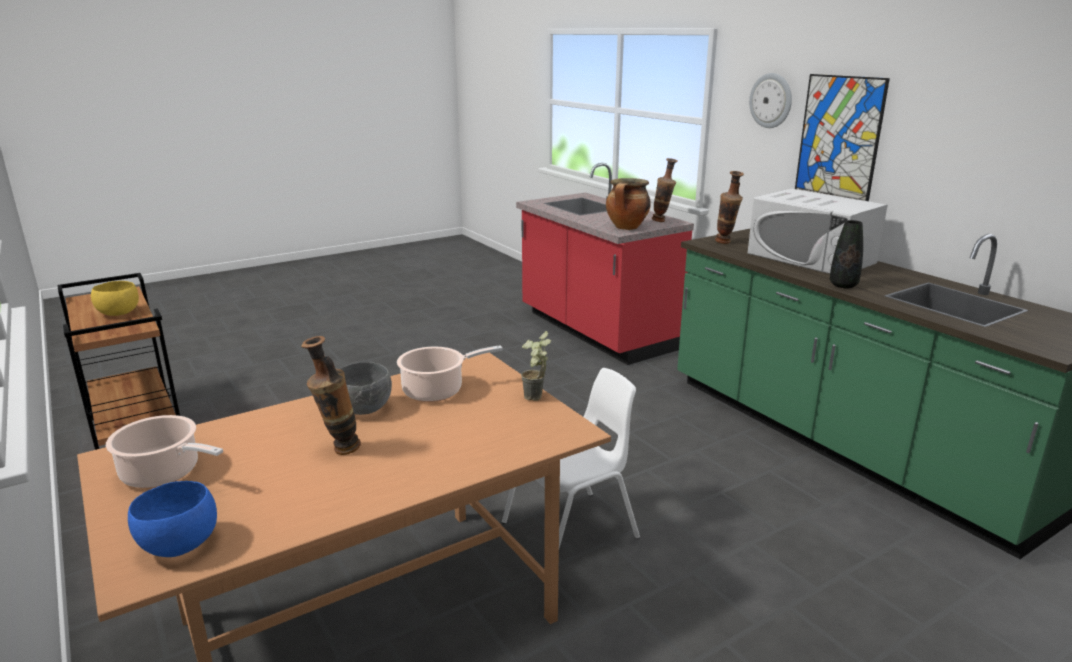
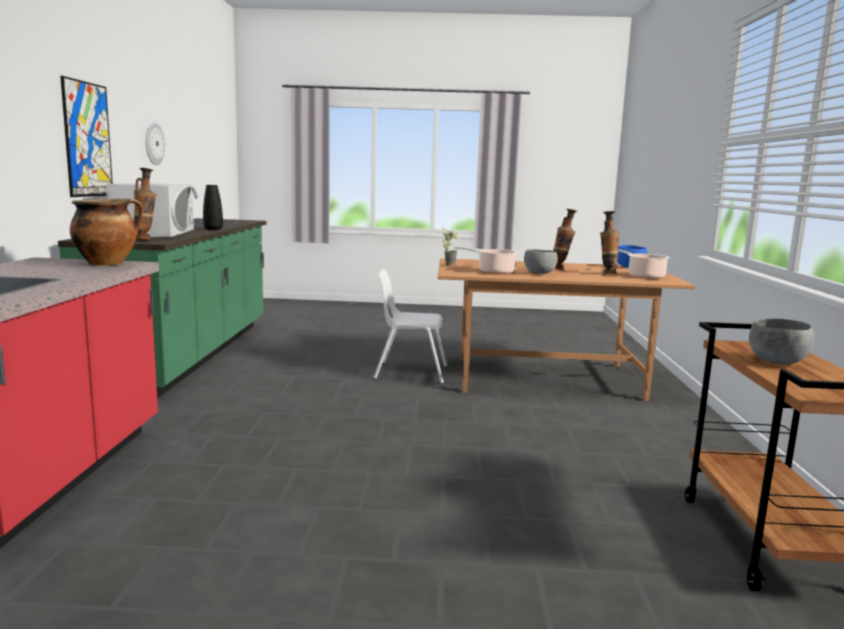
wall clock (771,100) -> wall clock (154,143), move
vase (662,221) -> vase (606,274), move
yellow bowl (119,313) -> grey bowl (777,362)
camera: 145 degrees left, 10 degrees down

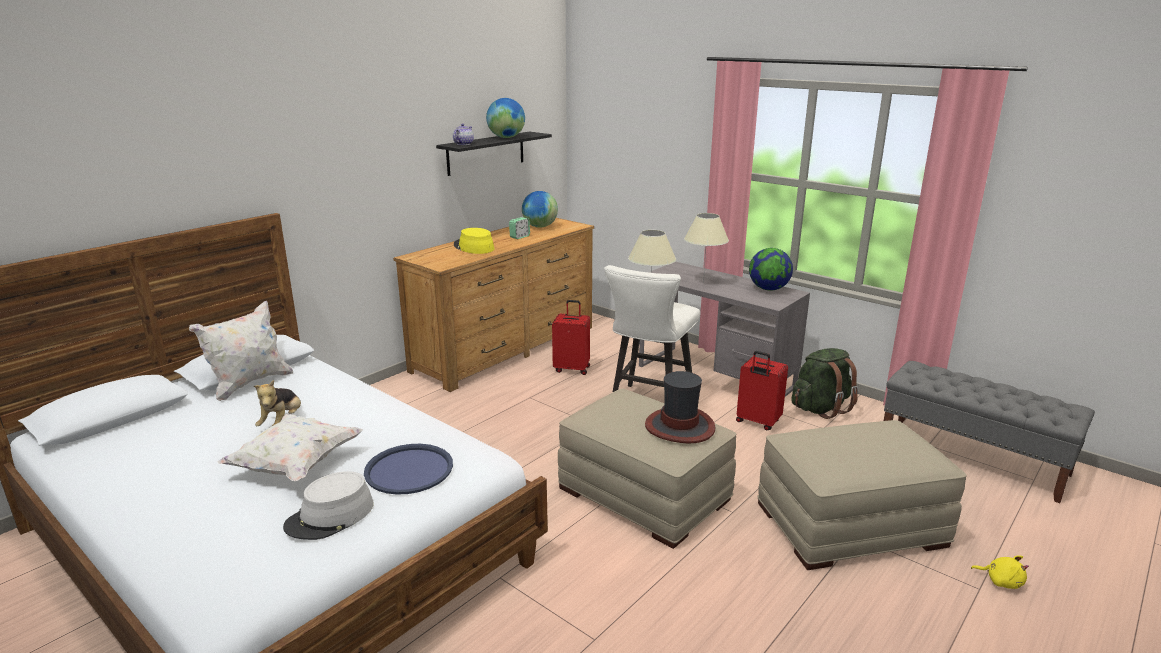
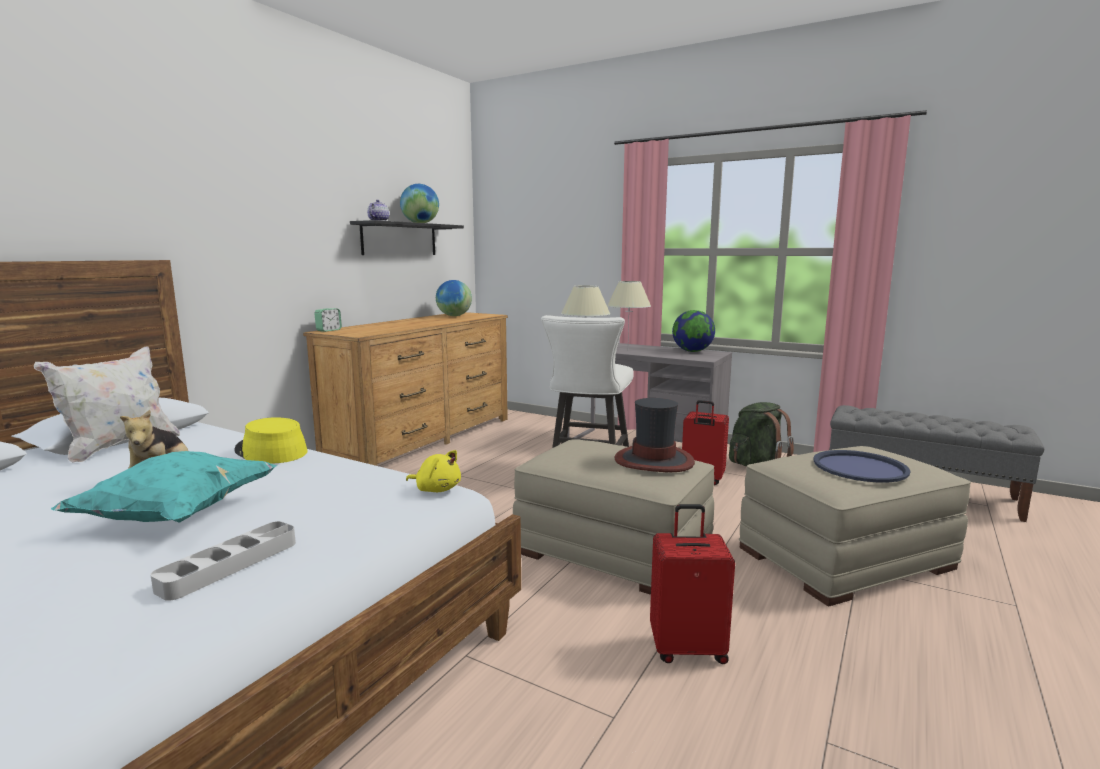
white pillow (296,465) -> turquoise pillow (177,516)
grey hat (330,516) -> grey tray (230,565)
yellow hat (473,247) -> yellow hat (270,451), move
alarm clock (519,237) -> alarm clock (329,330), move
yellow plush toy (1001,581) -> yellow plush toy (436,489), move
red suitcase (572,369) -> red suitcase (687,648), move
blue tray (409,470) -> blue tray (859,467), move
camera: 10 degrees left, 10 degrees down

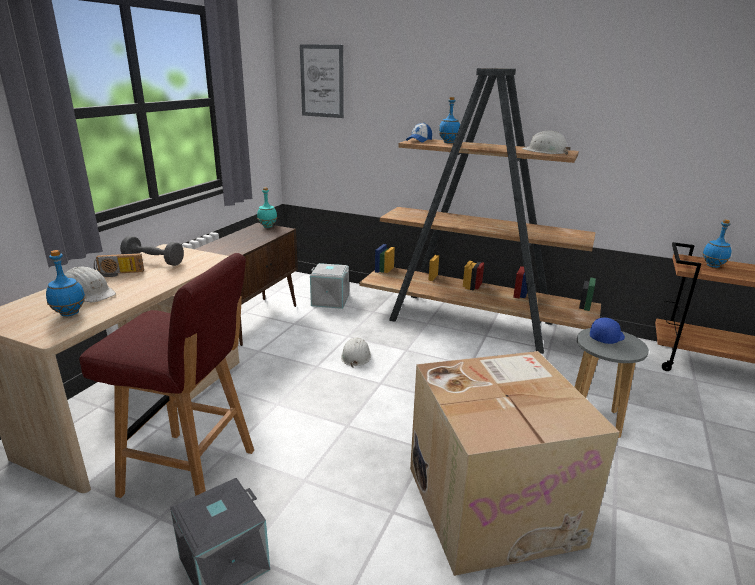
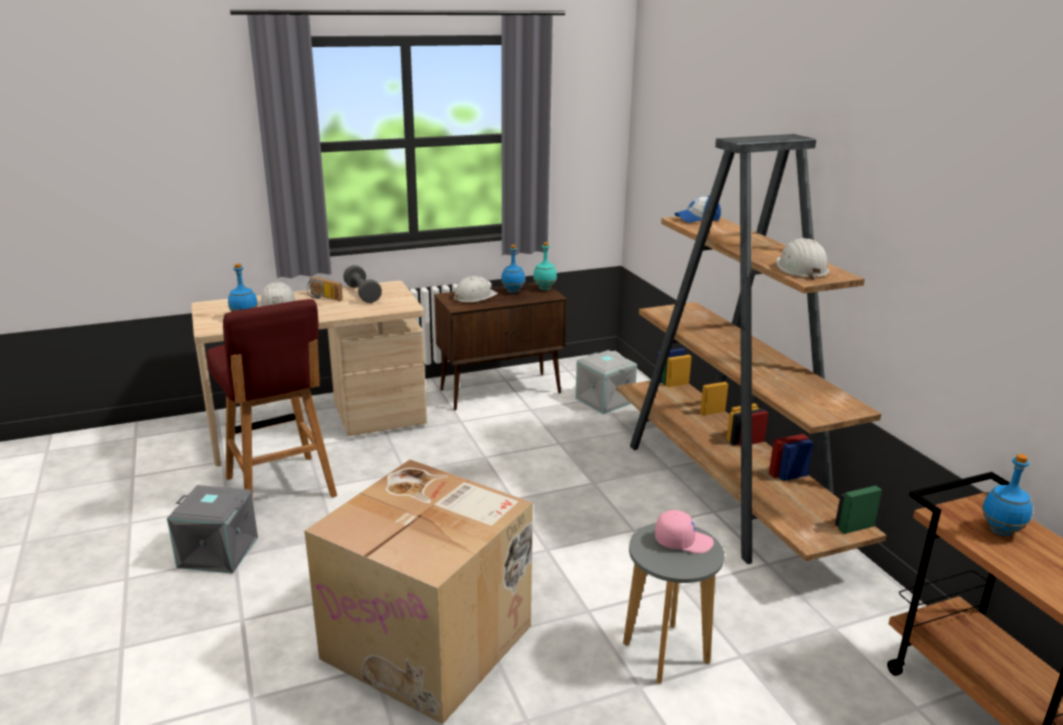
white hard hat (356,356) -> white hard hat (474,297), move
blue bottle (448,142) -> blue bottle (513,291), move
blue cap (606,337) -> pink cap (683,541)
picture (322,81) -> none
camera: 45 degrees right, 0 degrees up

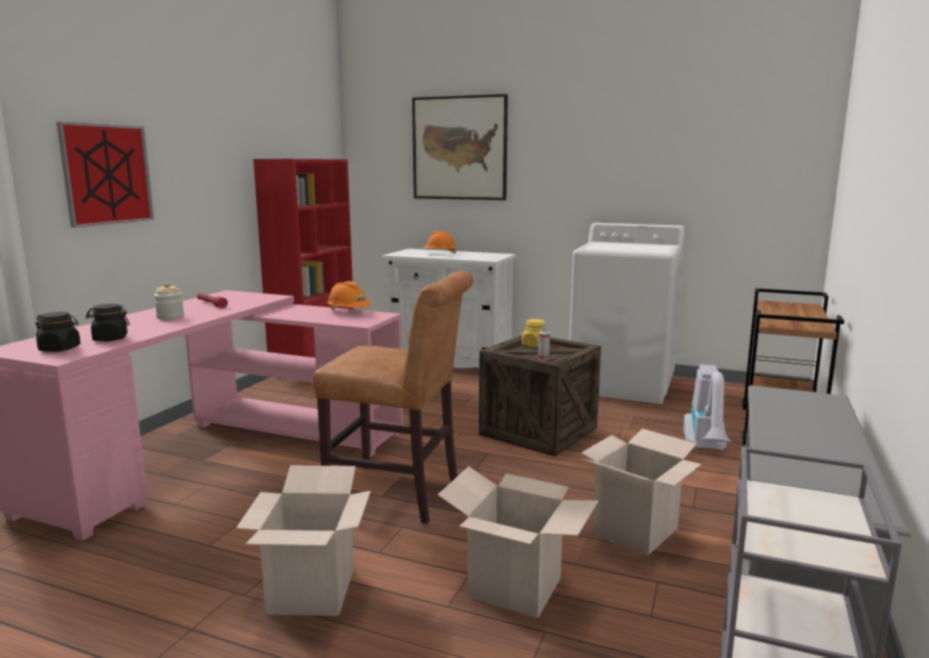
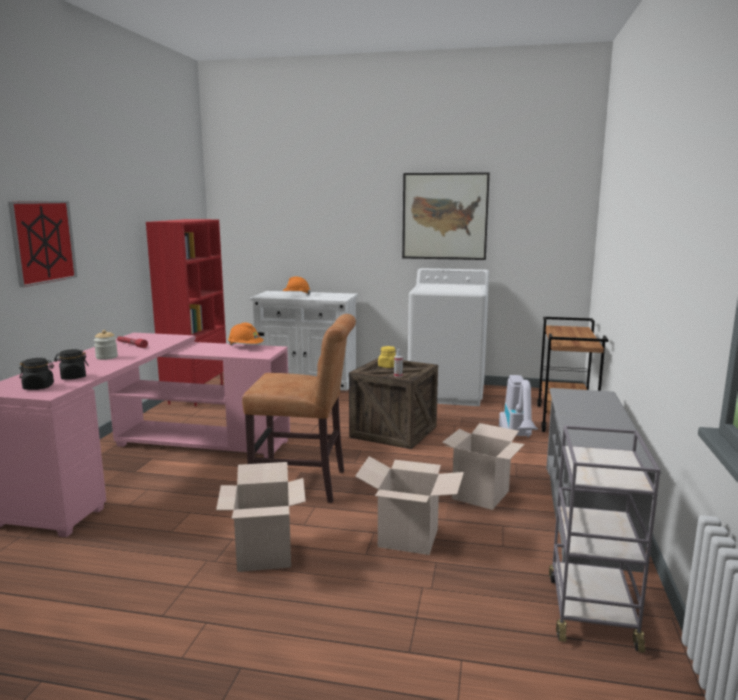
picture (459,148) -> picture (445,216), move
camera: 10 degrees left, 0 degrees up

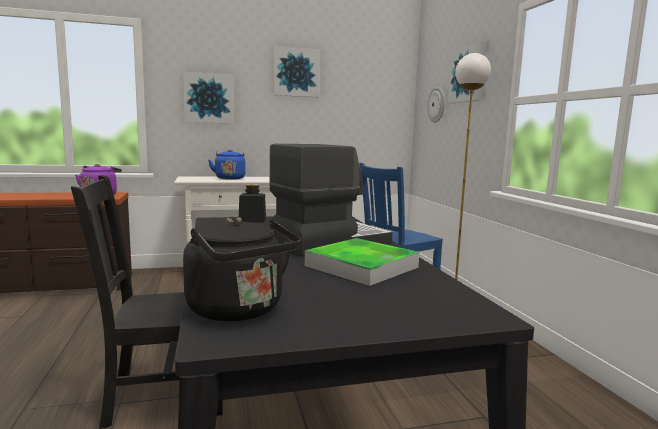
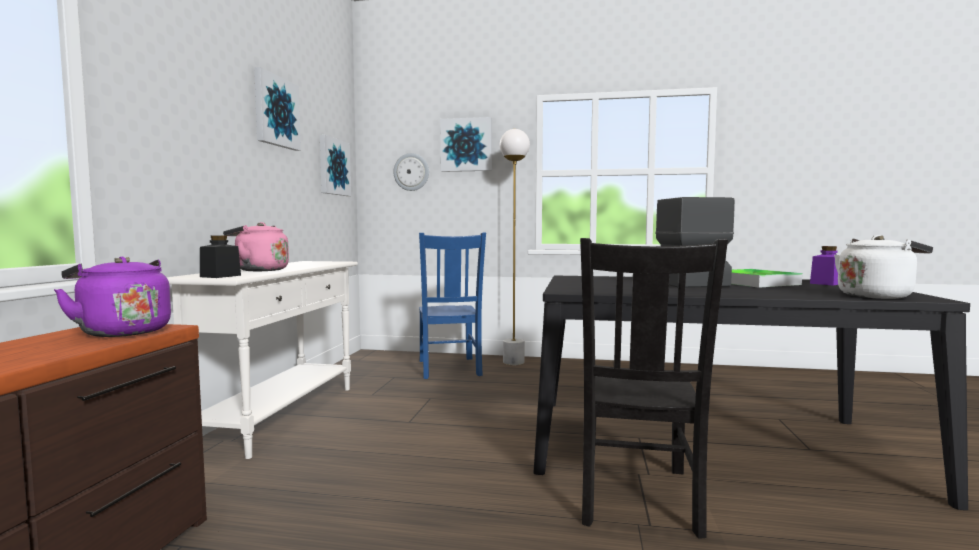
black jar (252,220) -> black jar (220,276), move
blue kettle (230,178) -> pink kettle (259,270)
picture (209,98) -> picture (333,167), move
none -> purple jar (827,283)
black kettle (239,310) -> white kettle (876,296)
camera: 65 degrees left, 5 degrees down

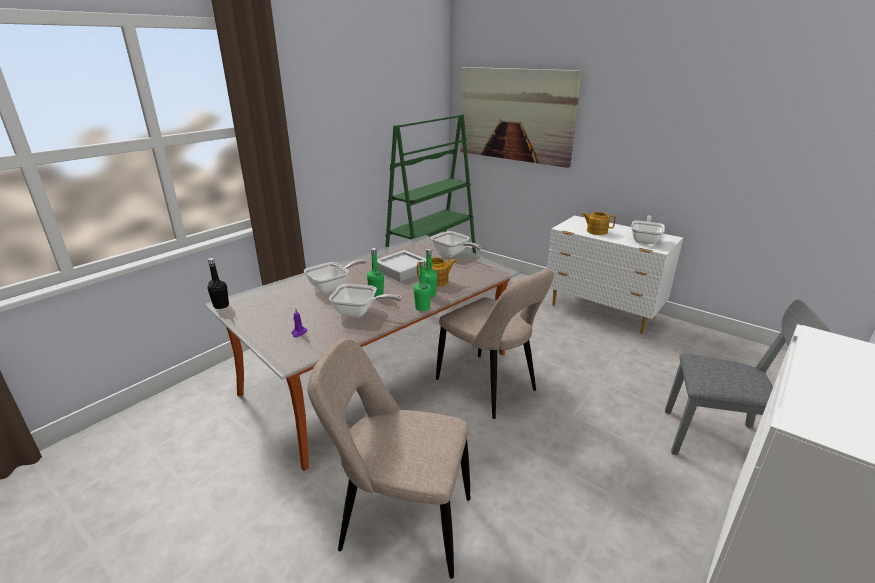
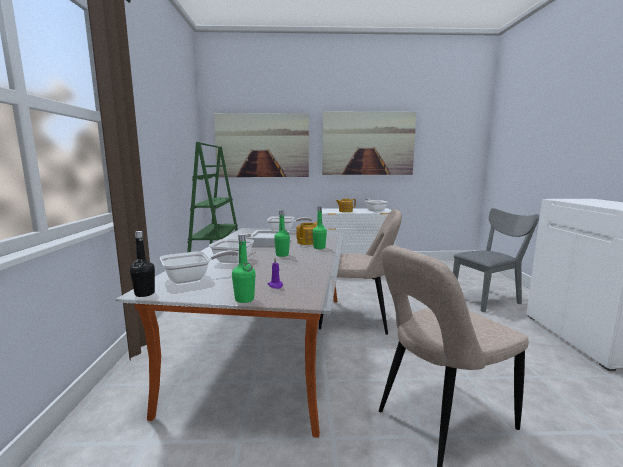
frying pan (359,312) -> frying pan (192,278), move
green bottle (422,308) -> green bottle (244,299), move
none -> picture (368,143)
camera: 40 degrees left, 15 degrees down

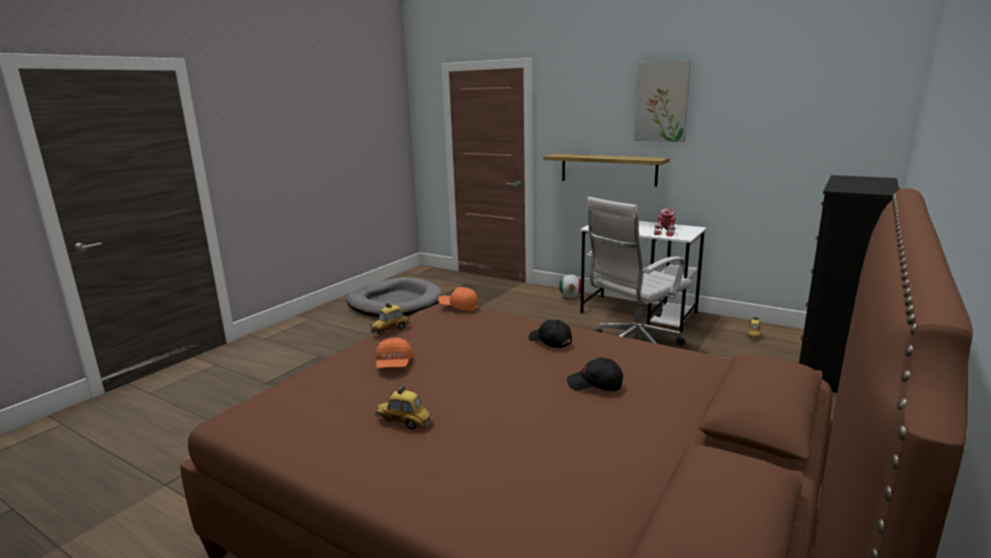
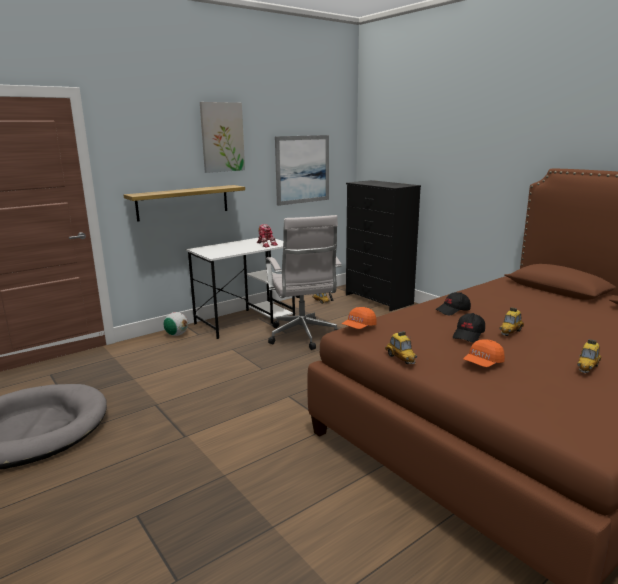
none -> picture (302,169)
black cap (595,385) -> black cap (469,335), move
orange cap (394,365) -> orange cap (483,363), 120 degrees clockwise
none -> toy car (510,332)
camera: 70 degrees left, 0 degrees up

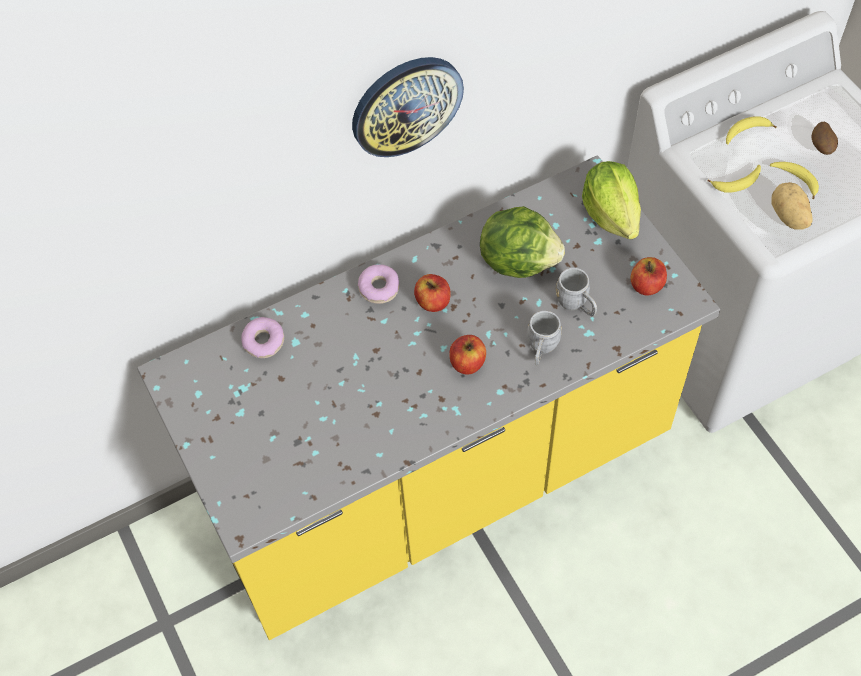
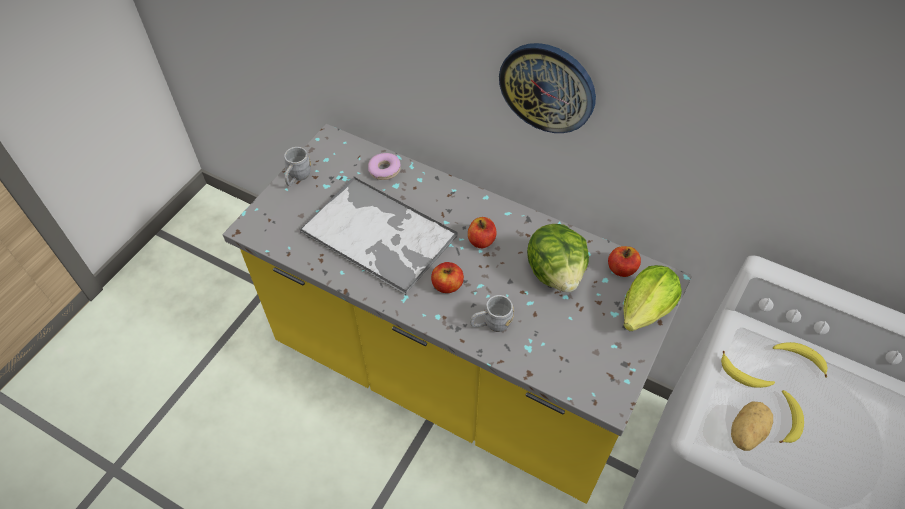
grey mug (576,305) -> grey mug (297,178), move
none -> tray (380,235)
apple (646,285) -> apple (621,269), move
donut (379,288) -> none
potato (821,147) -> none
camera: 55 degrees right, 5 degrees down

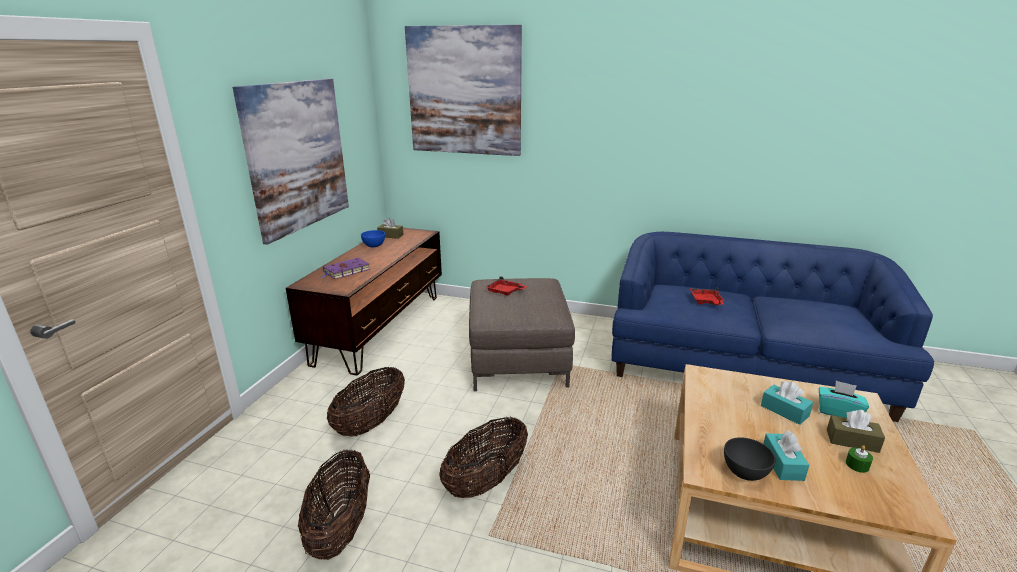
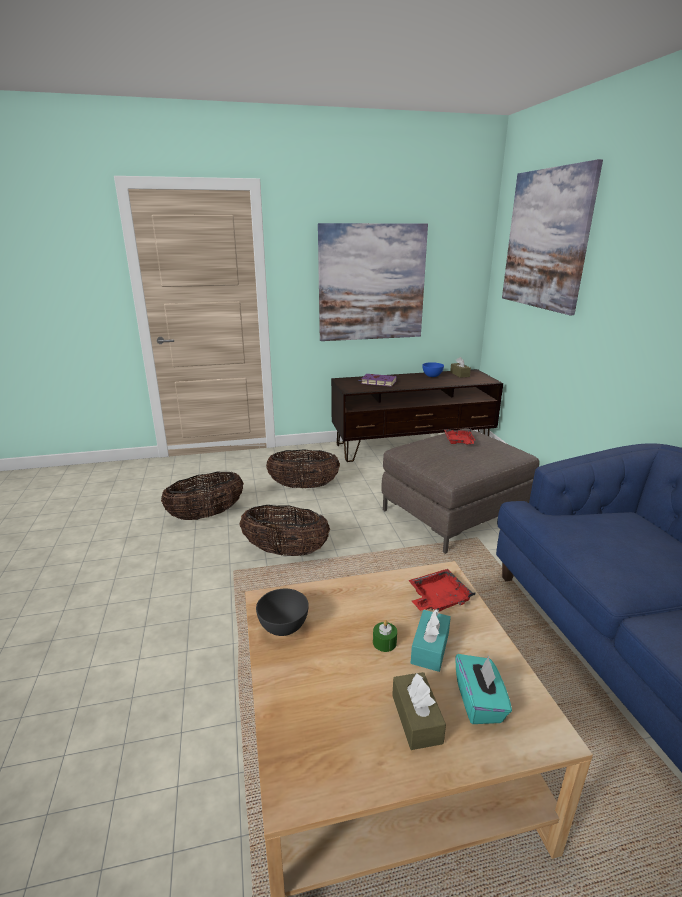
green candle (857,465) -> green candle (384,642), move
red tray (706,301) -> red tray (438,598), move
turquoise tissue box (782,464) -> none
camera: 60 degrees right, 0 degrees up

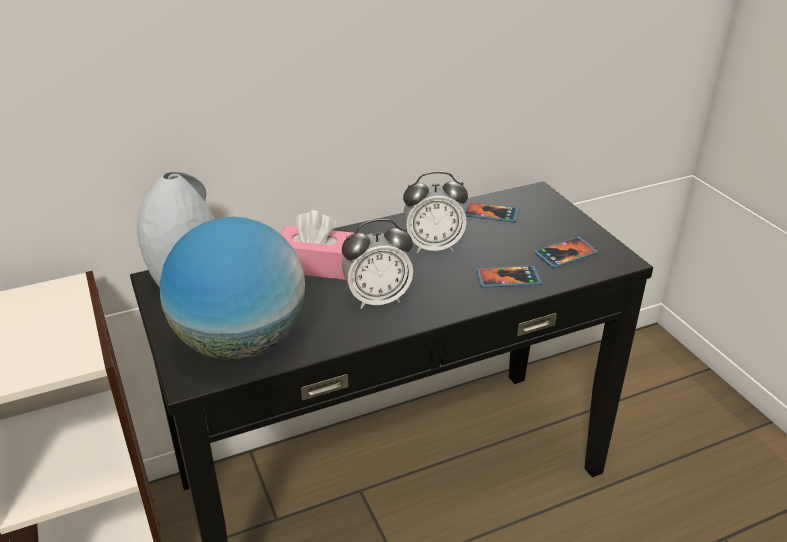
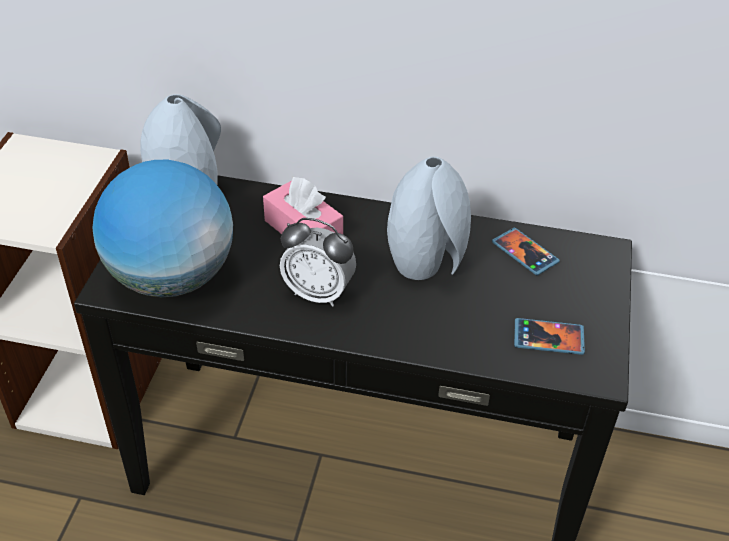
alarm clock (433,246) -> grey vase (427,263)
phone (508,279) -> none
camera: 35 degrees right, 10 degrees up

